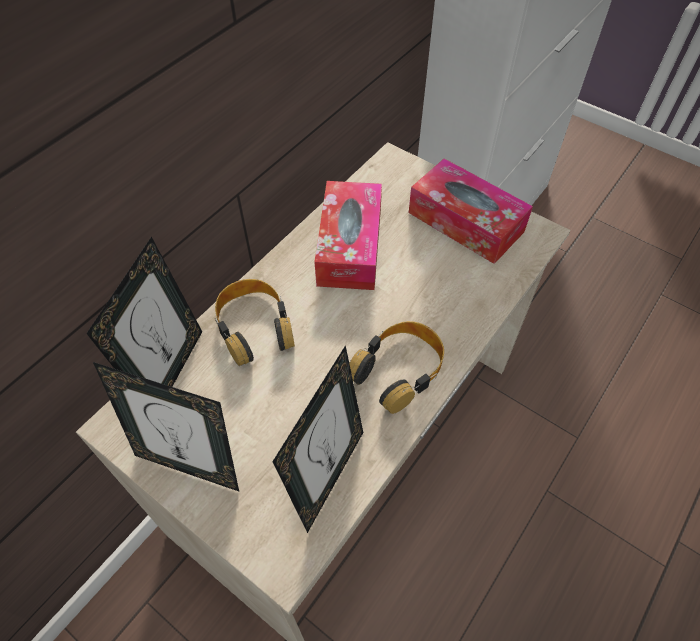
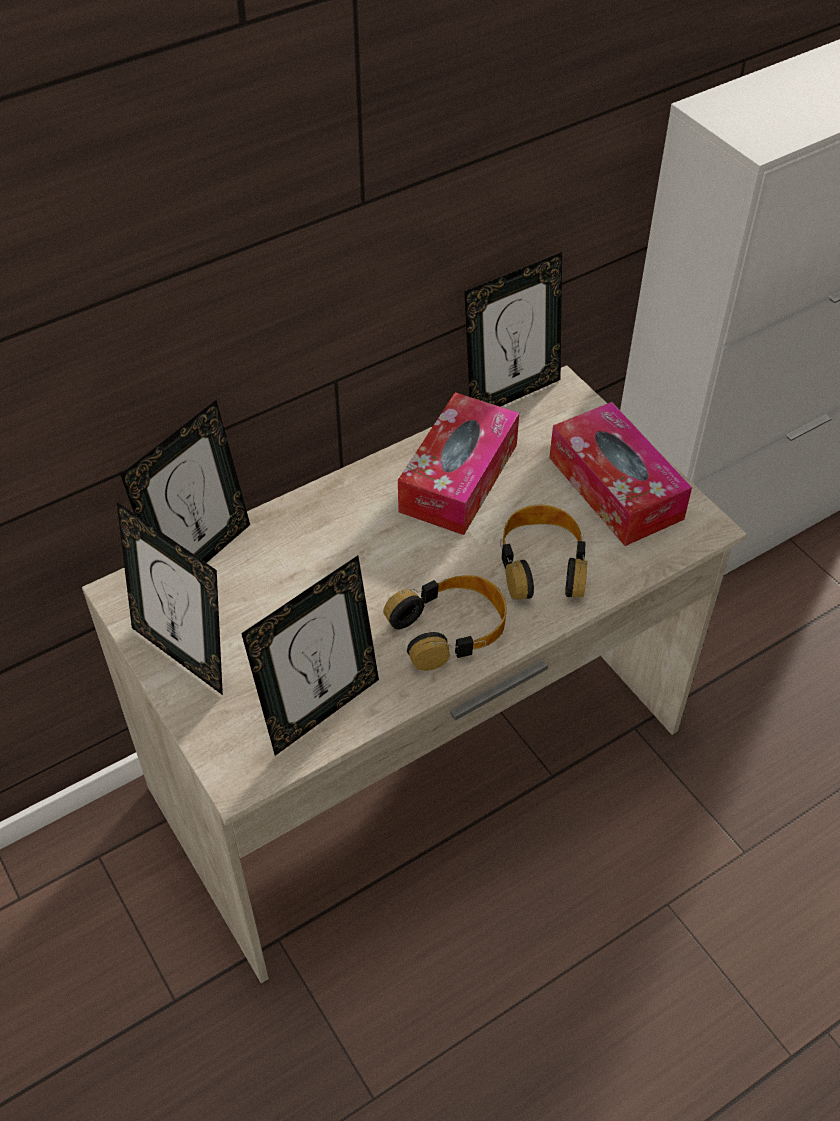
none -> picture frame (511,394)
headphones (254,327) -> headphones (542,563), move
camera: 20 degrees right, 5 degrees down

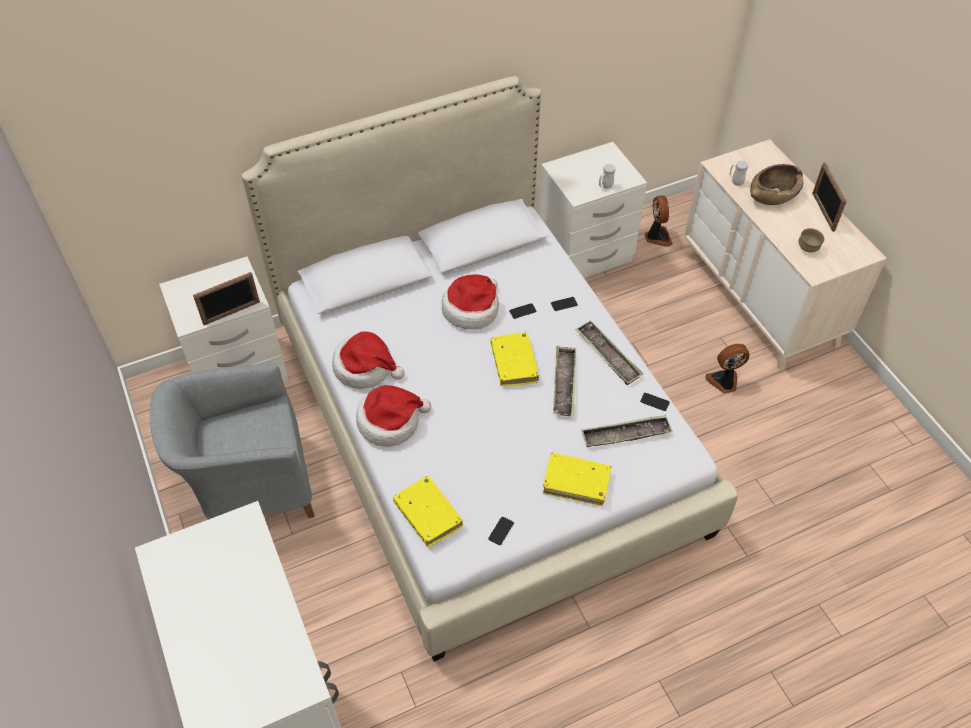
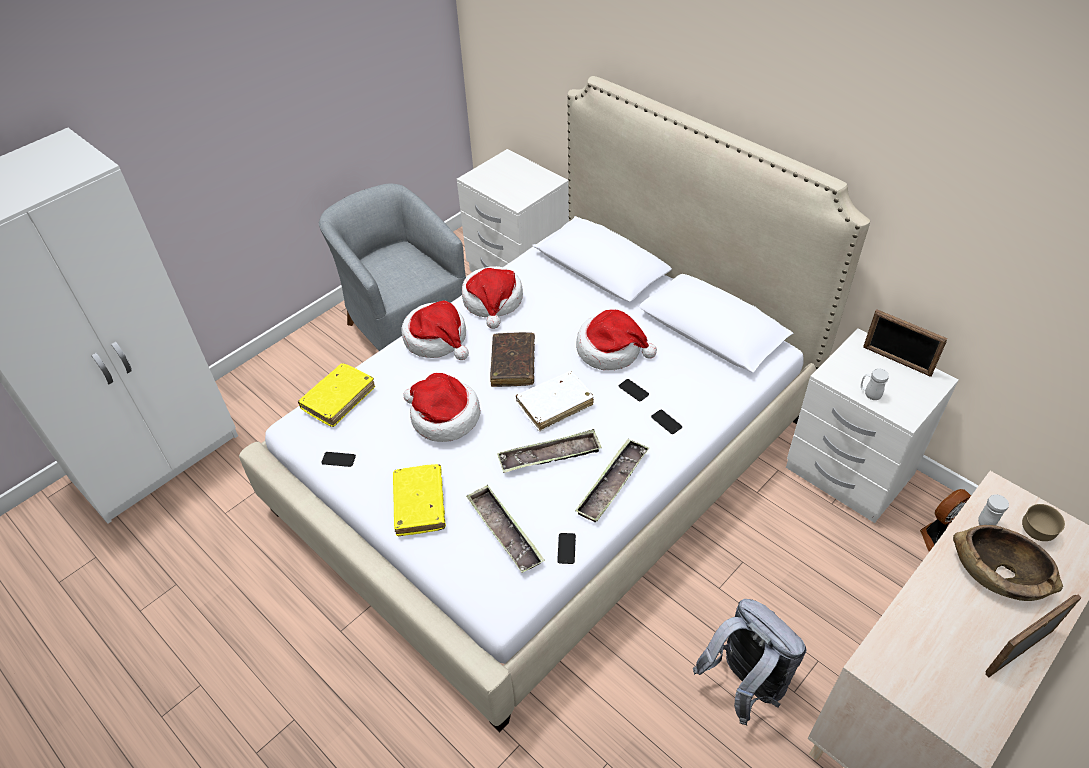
none -> hat (443,417)
none -> brown book (513,364)
yellow book (514,364) -> white book (555,405)
fan (724,382) -> grey backpack (744,684)
picture frame (231,313) -> picture frame (896,361), move
brown bowl (808,249) -> brown bowl (1035,533), move
camera: 70 degrees right, 5 degrees down

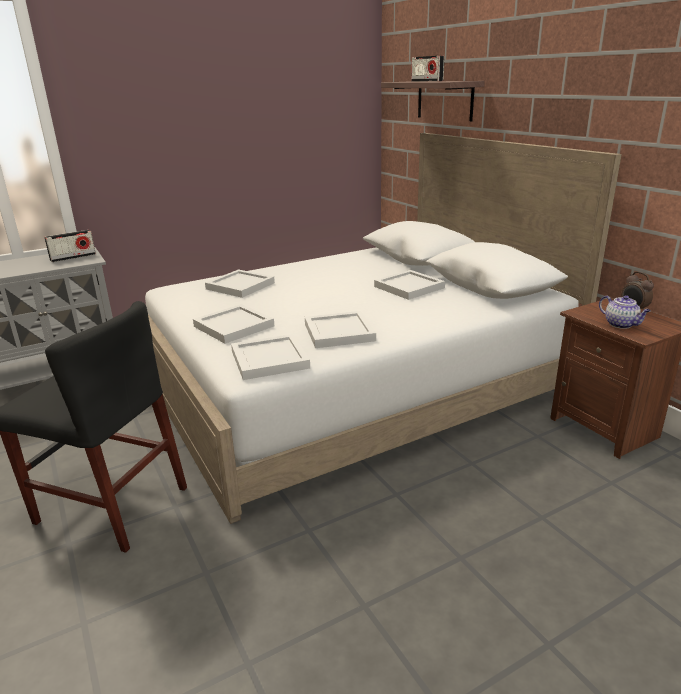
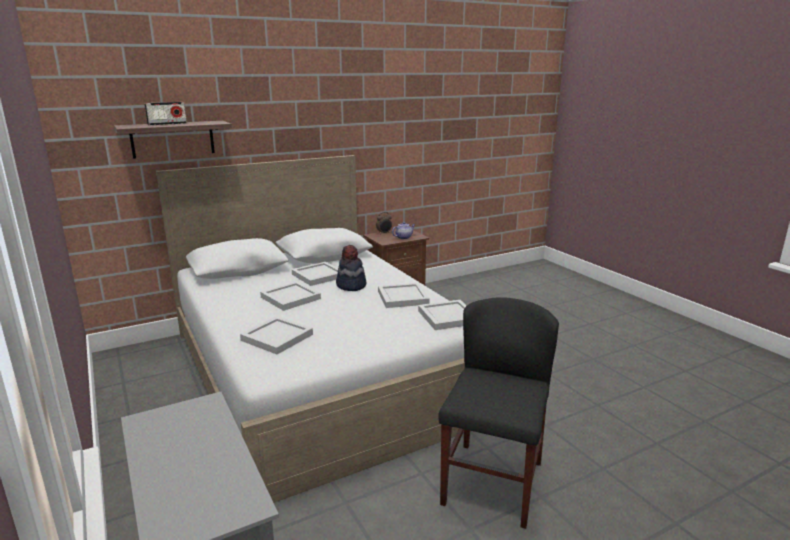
white tray (233,327) -> white tray (291,298), move
none -> hat (351,285)
radio (73,257) -> none
camera: 90 degrees left, 5 degrees down

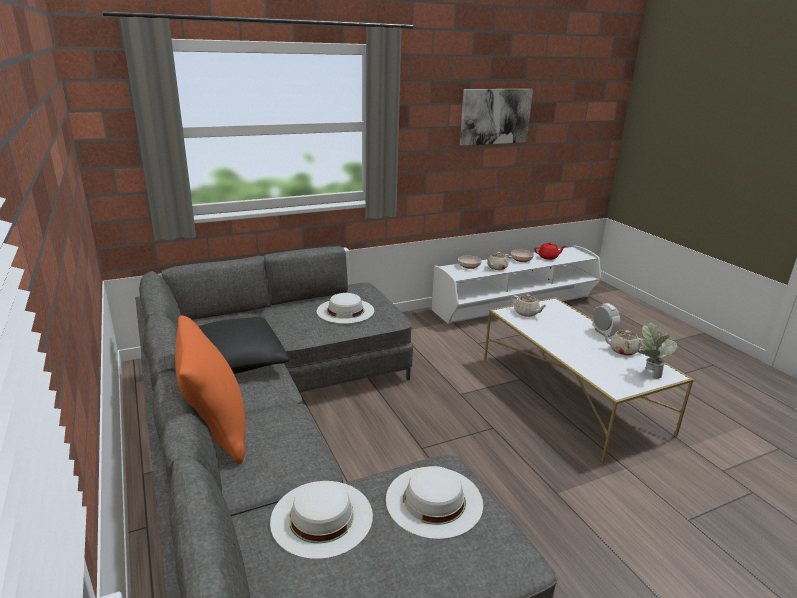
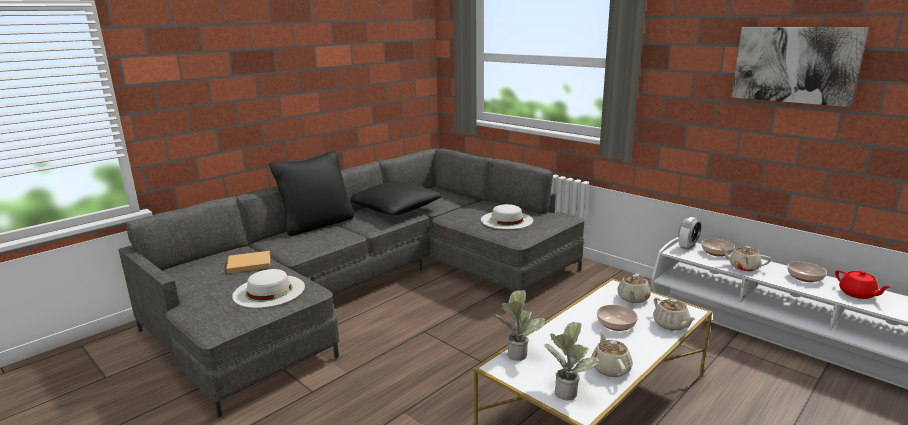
white hat (321,517) -> beige book (247,264)
orange pillow (216,432) -> black pillow (317,224)
none -> potted plant (517,352)
none -> bowl (615,325)
none -> beige teapot (671,325)
alarm clock (603,333) -> alarm clock (687,246), move
camera: 70 degrees right, 5 degrees down

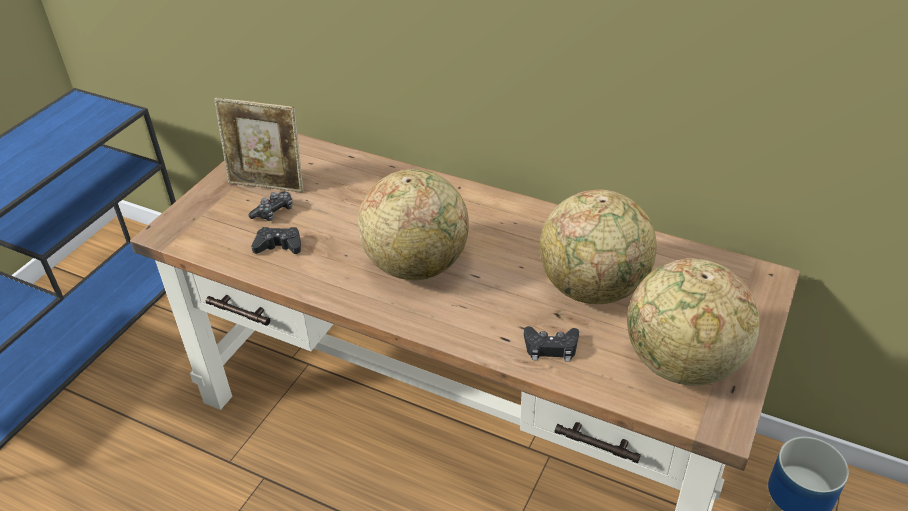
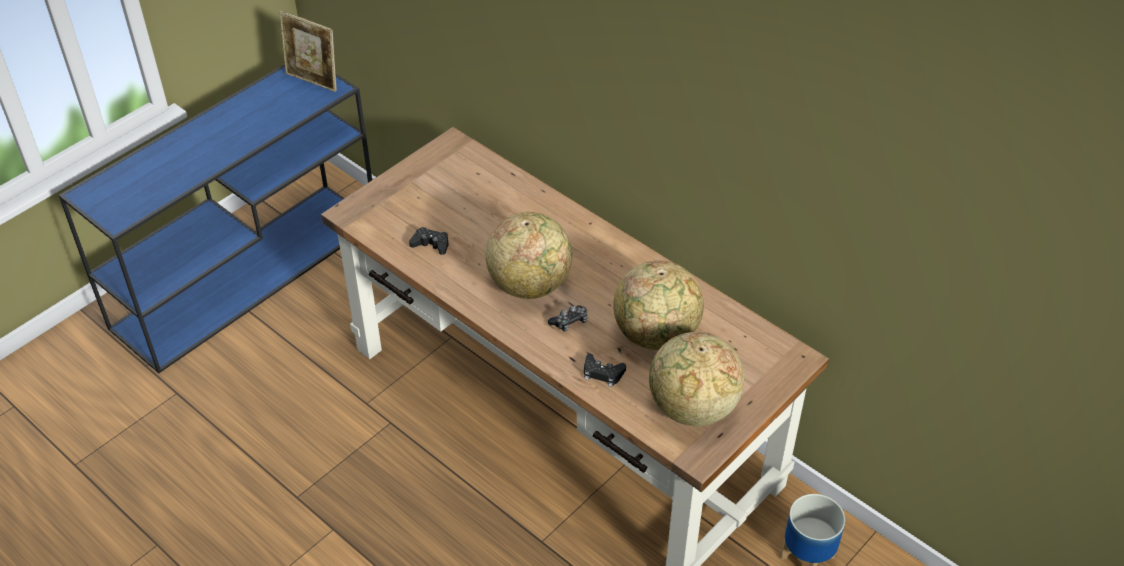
picture frame (268,185) -> picture frame (313,81), move
game controller (274,212) -> game controller (569,322), move
camera: 15 degrees right, 5 degrees up

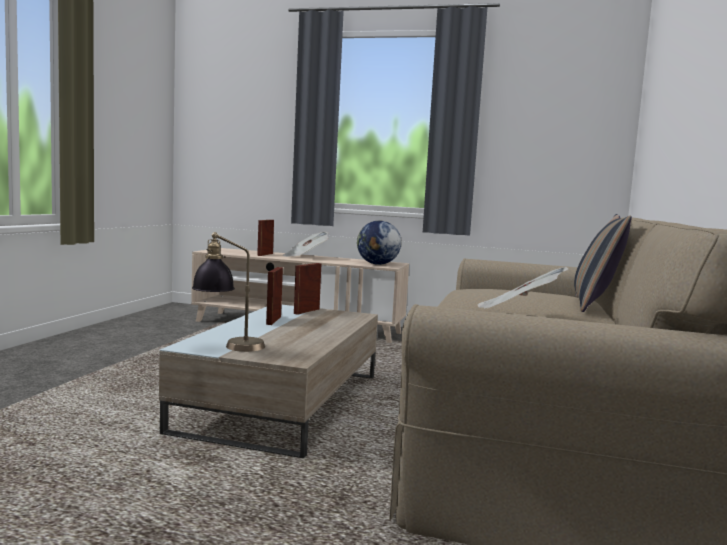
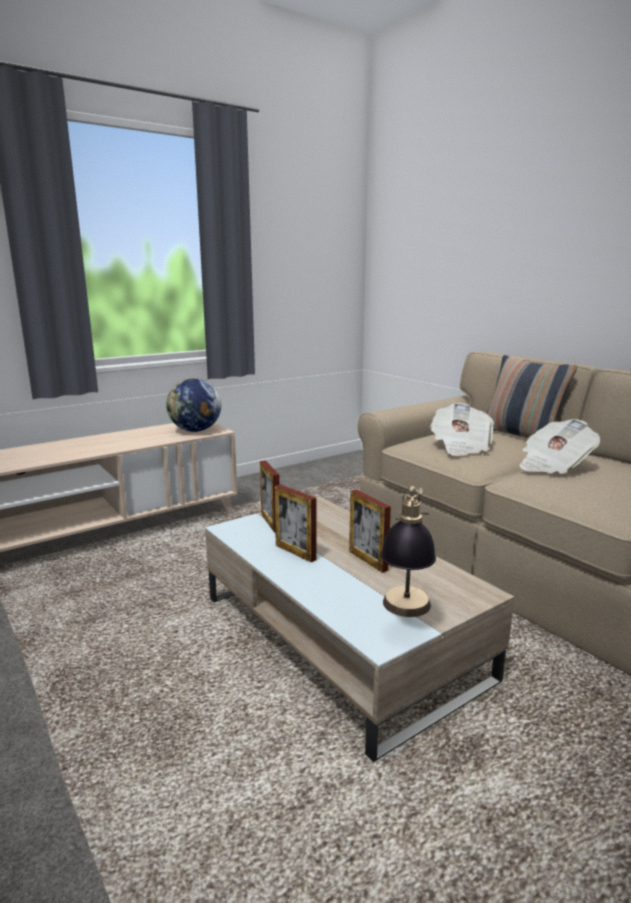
picture frame (265,254) -> picture frame (368,560), move
newspaper (305,256) -> newspaper (460,446), move
camera: 50 degrees left, 10 degrees up

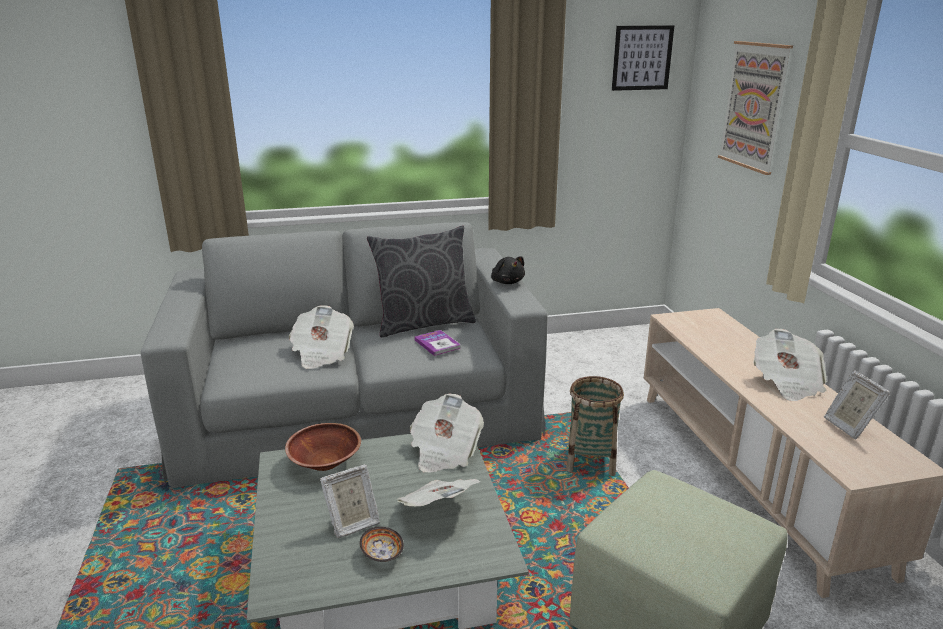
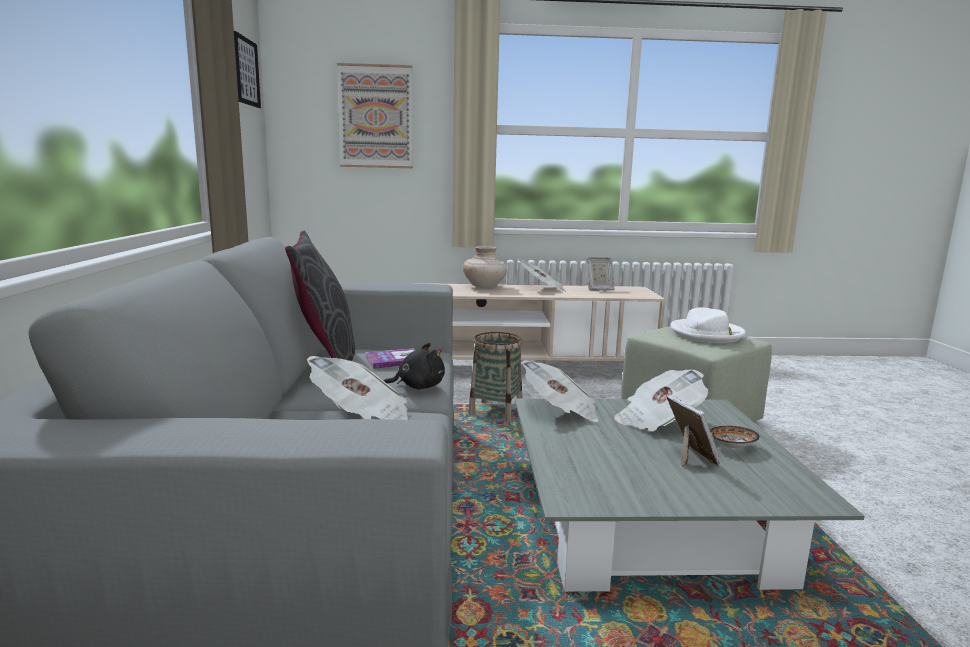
black plush toy (507,282) -> black plush toy (417,387), move
none -> beige vase (484,287)
none -> white hat (706,334)
brown bowl (325,462) -> none
camera: 80 degrees left, 10 degrees down

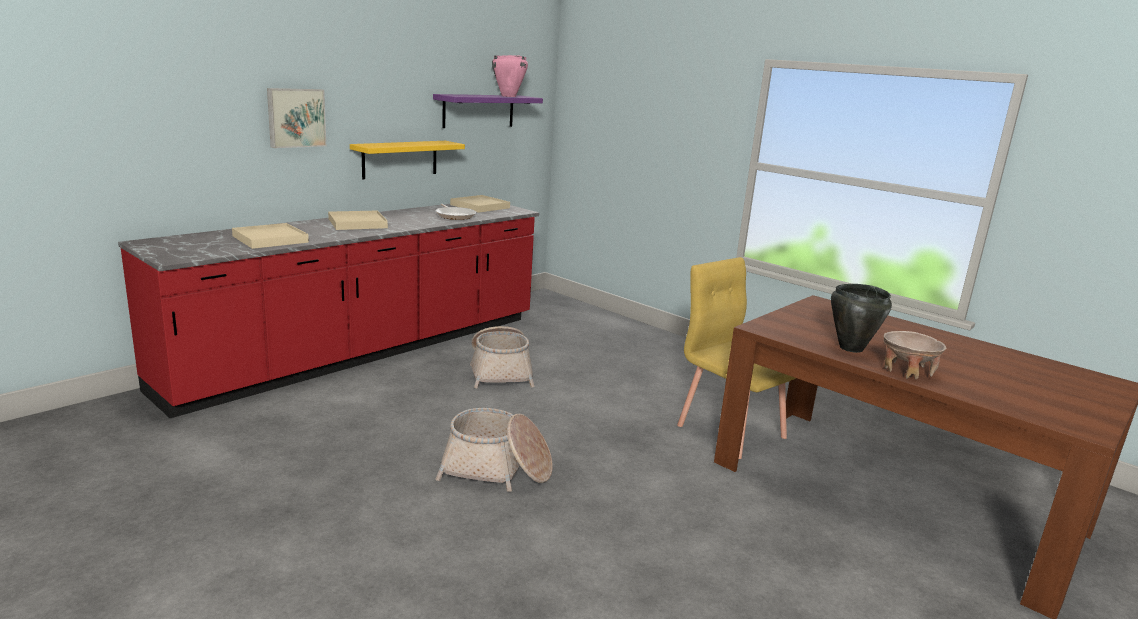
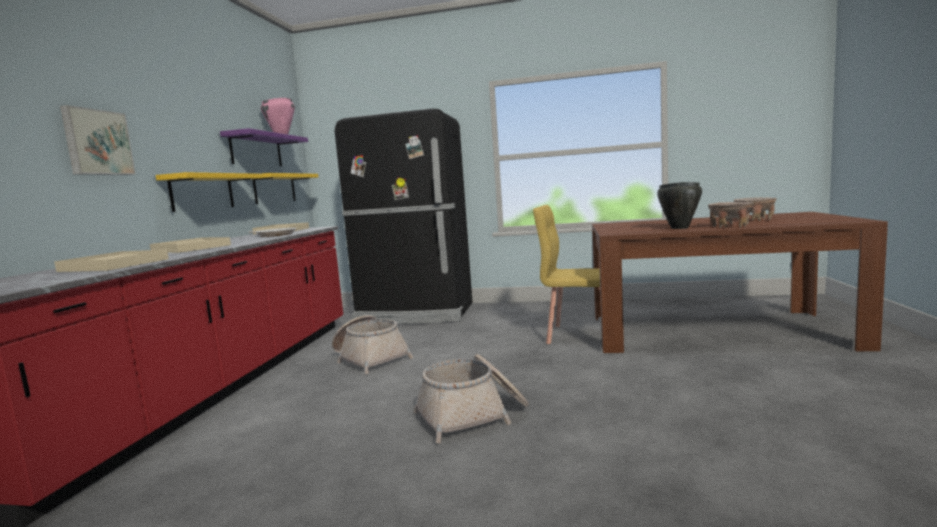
none -> yellow shelf (274,188)
none -> black fridge (415,314)
none -> beige bowl (754,220)
camera: 30 degrees left, 10 degrees down

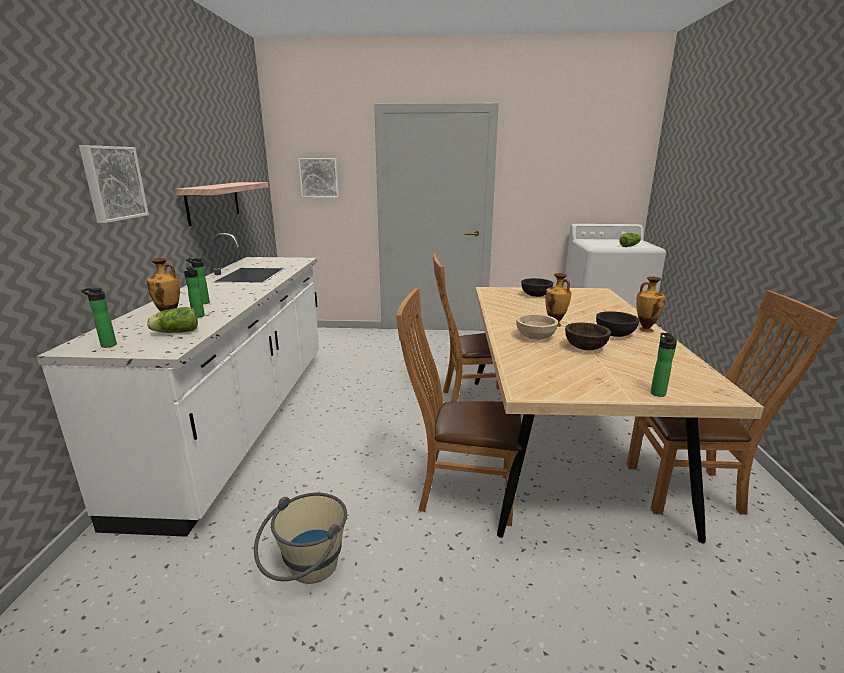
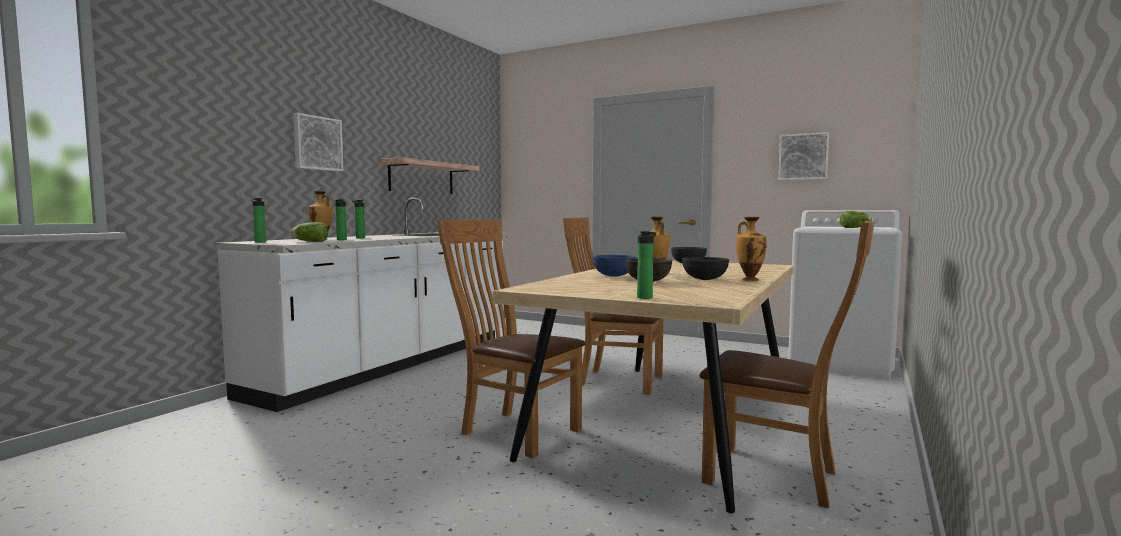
beige bowl (535,337) -> blue bowl (614,276)
picture (319,177) -> picture (803,157), move
beige bucket (306,572) -> none
camera: 25 degrees right, 15 degrees down

